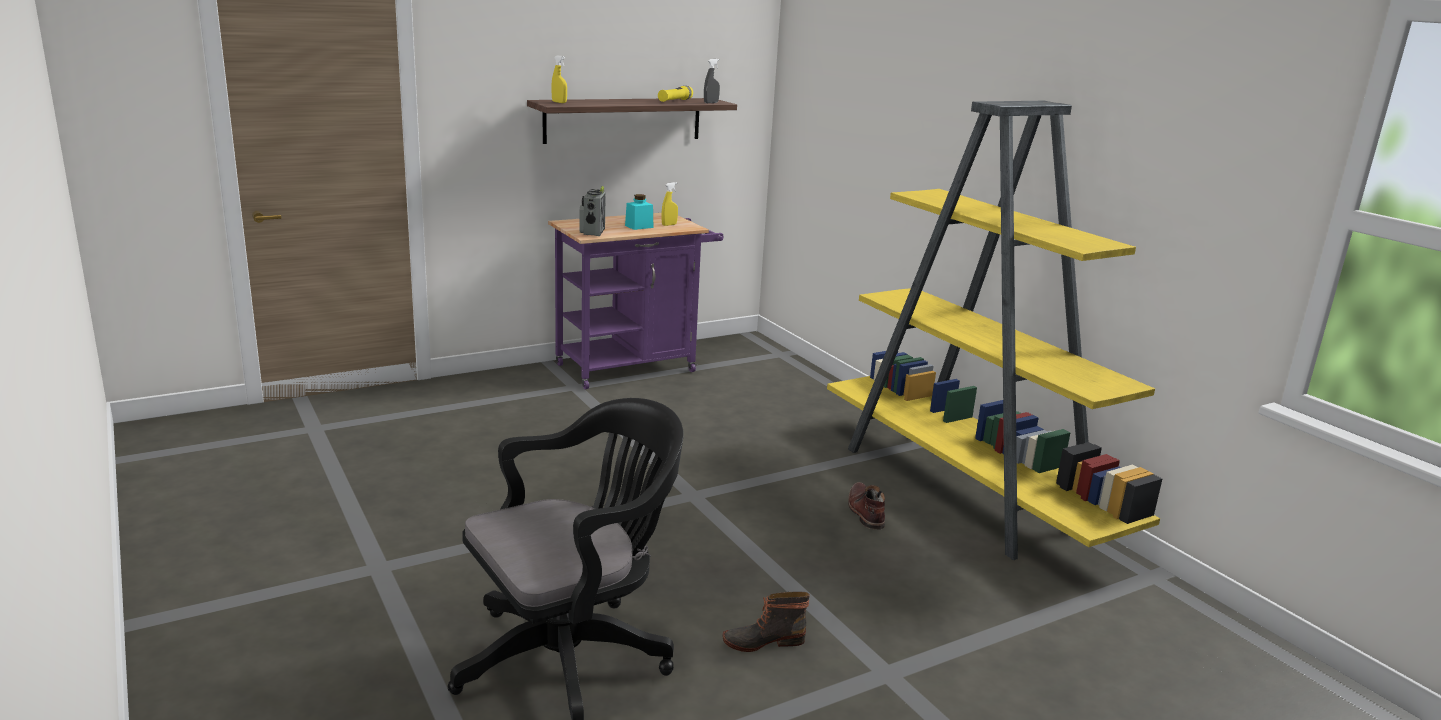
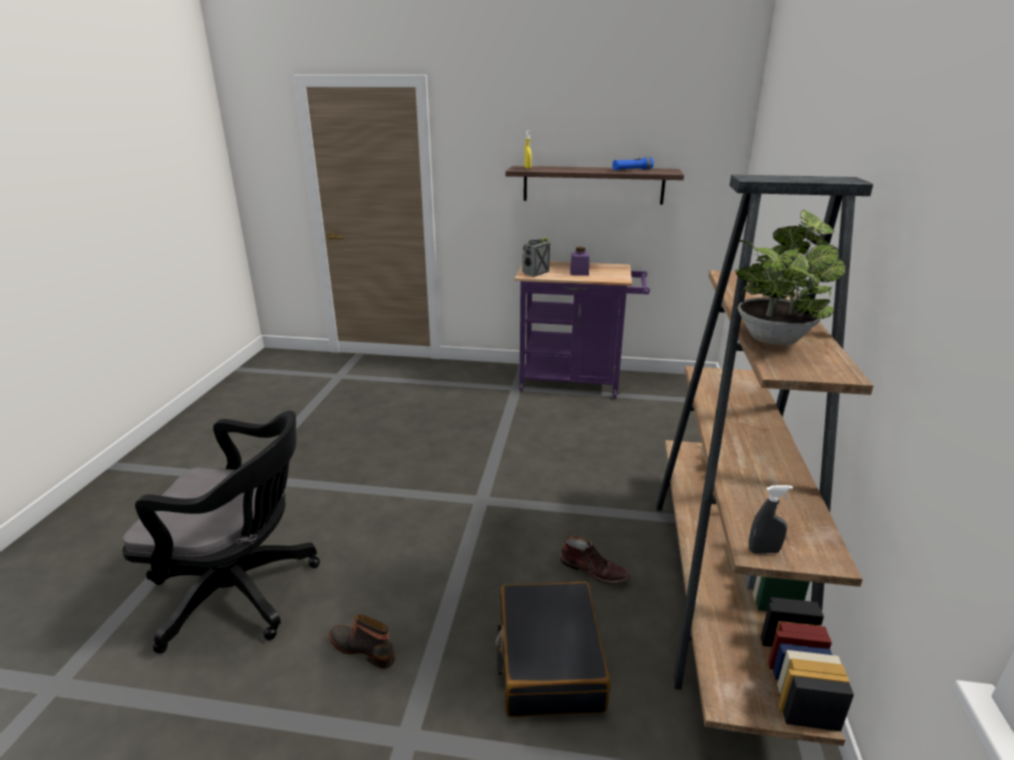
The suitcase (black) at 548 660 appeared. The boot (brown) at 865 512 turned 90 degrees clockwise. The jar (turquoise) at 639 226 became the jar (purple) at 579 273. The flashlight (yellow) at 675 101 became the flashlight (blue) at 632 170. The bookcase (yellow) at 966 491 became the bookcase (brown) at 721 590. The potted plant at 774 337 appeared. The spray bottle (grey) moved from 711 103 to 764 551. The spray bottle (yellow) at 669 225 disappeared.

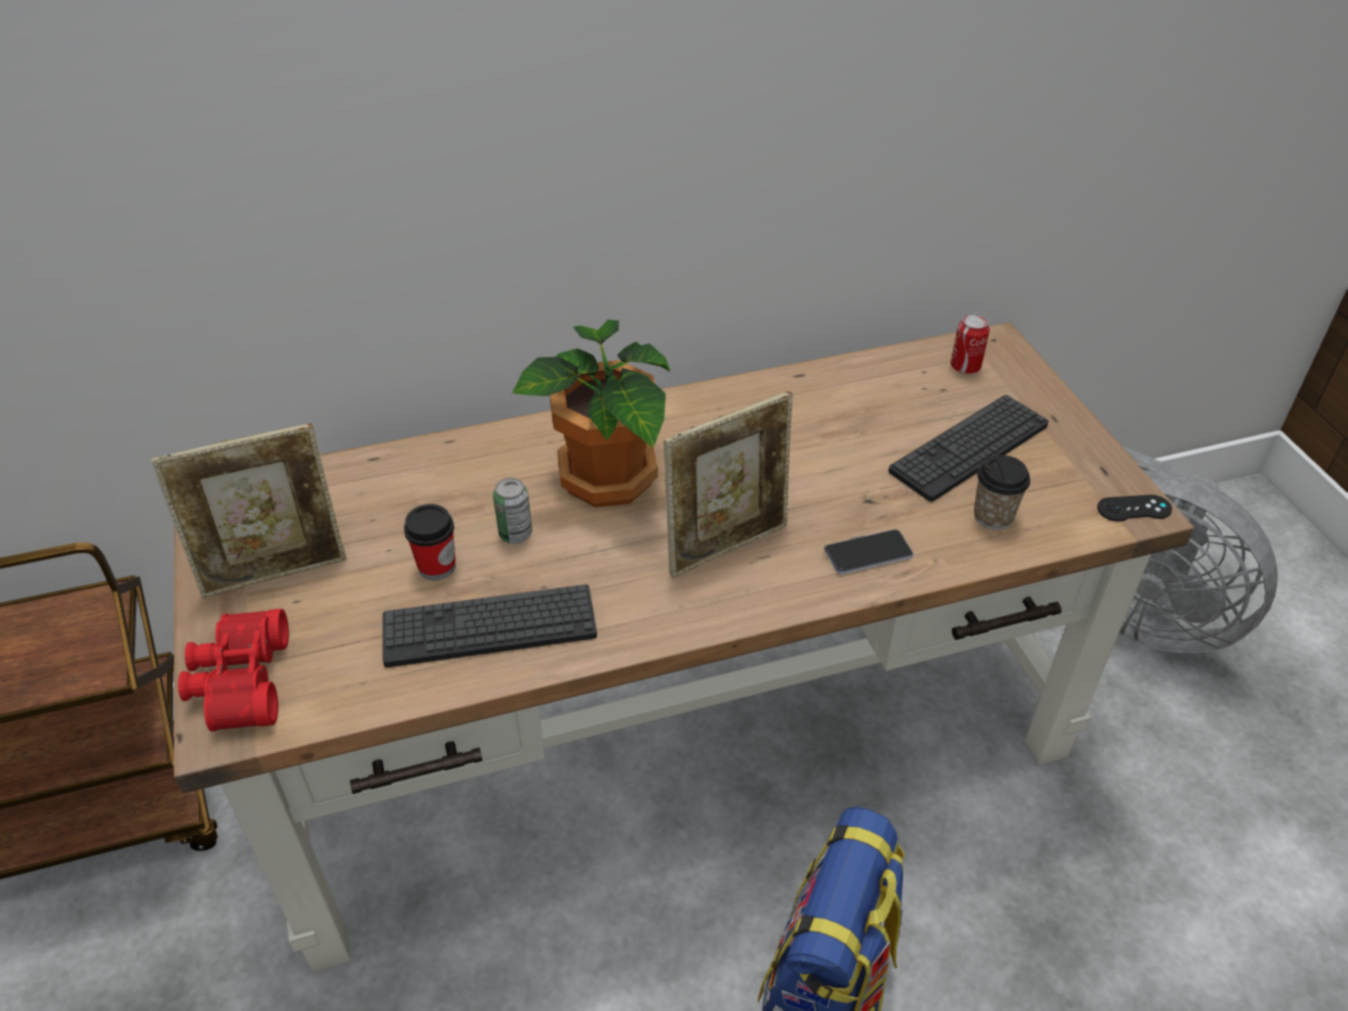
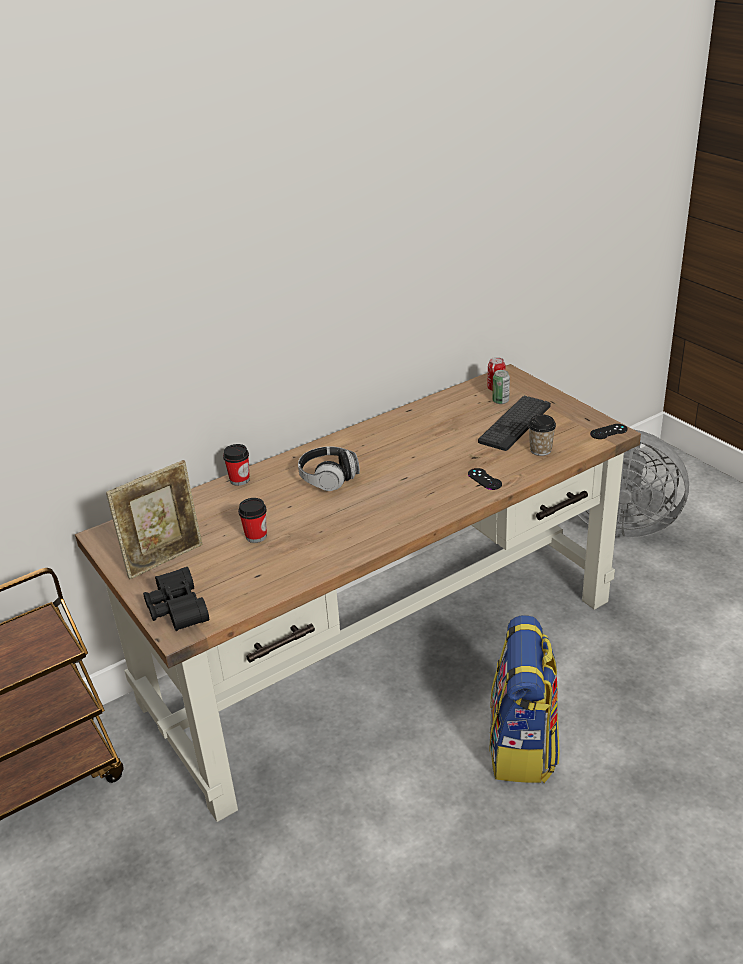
The binoculars (red) at 238 682 became the binoculars (black) at 175 609. The cup at 239 480 appeared. The potted plant at 607 480 was replaced by the headphones at 329 478. The phone at 868 553 was replaced by the game controller (black) at 484 479. The can moved from 515 534 to 500 401. The keyboard at 489 627 disappeared. The picture frame at 727 546 disappeared.

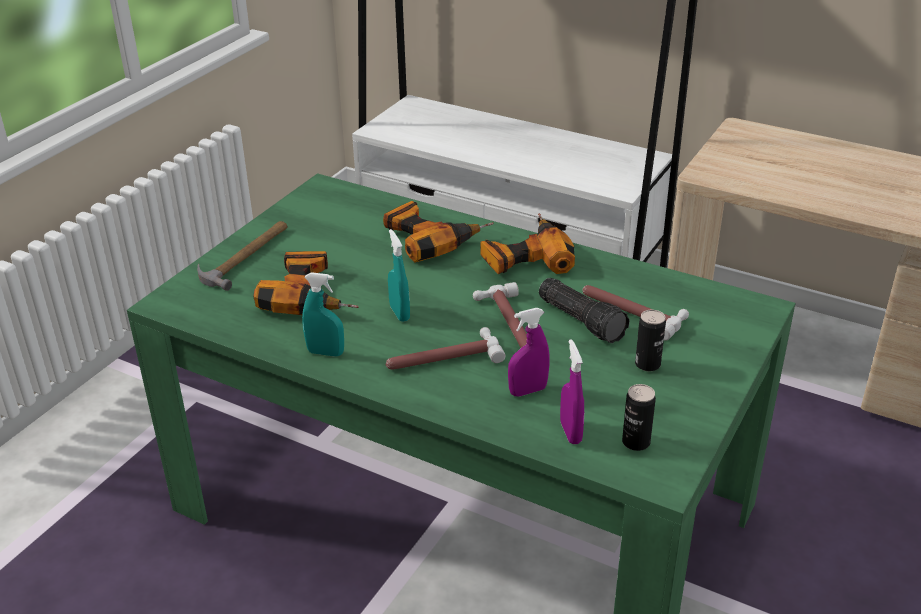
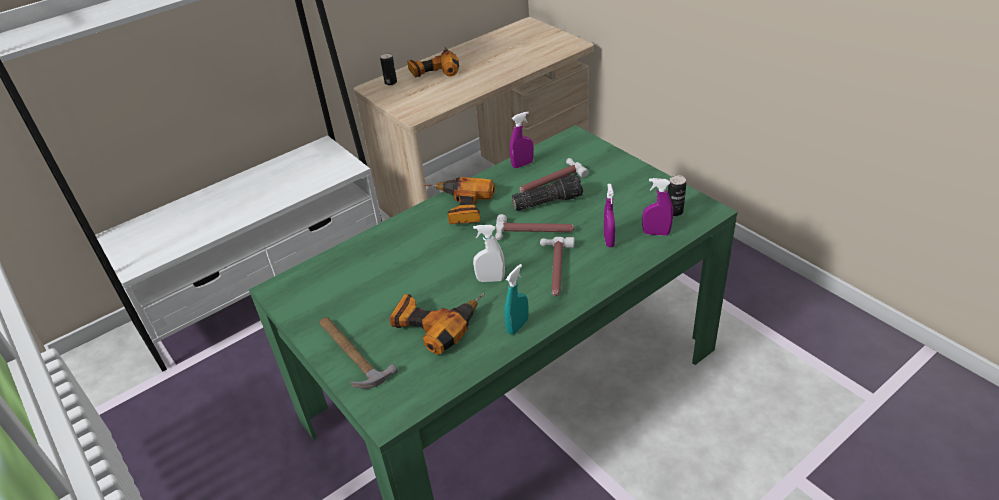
The can moved from 647 364 to 391 82. The power drill moved from 431 238 to 433 69. The spray bottle (turquoise) at 399 313 became the spray bottle (white) at 490 279. The spray bottle (purple) at 522 164 appeared.

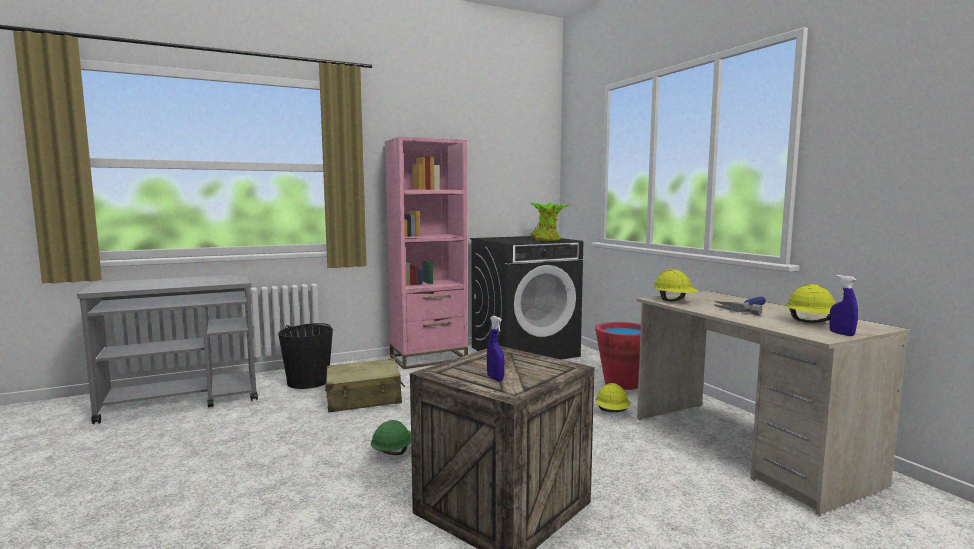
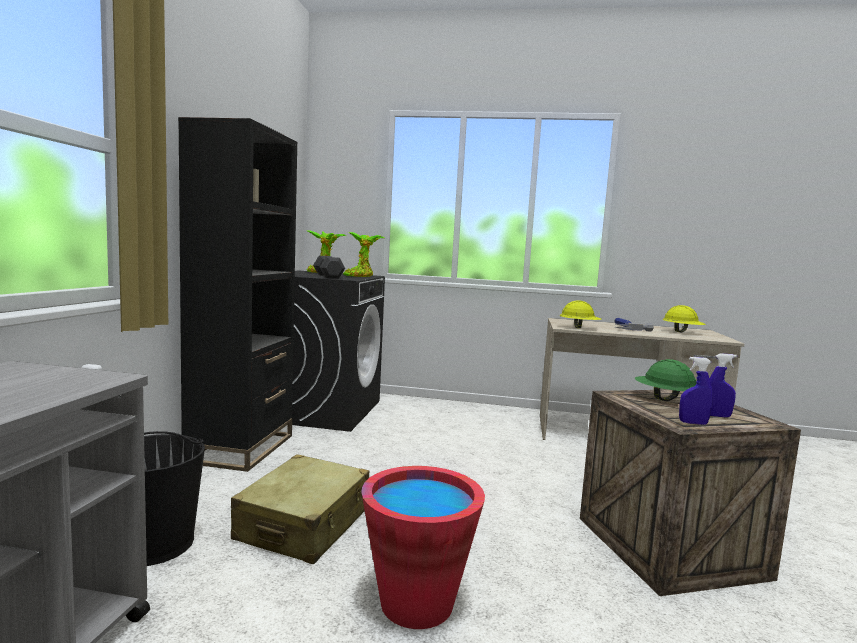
The bookcase (pink) at 428 358 became the bookcase (black) at 241 448. The dumbbell (grey) at 328 276 appeared. The bucket (red) moved from 622 383 to 416 603. The hard hat (green) moved from 392 452 to 663 399. The spray bottle (blue) moved from 841 334 to 693 423. The hard hat (yellow) at 612 412 disappeared.

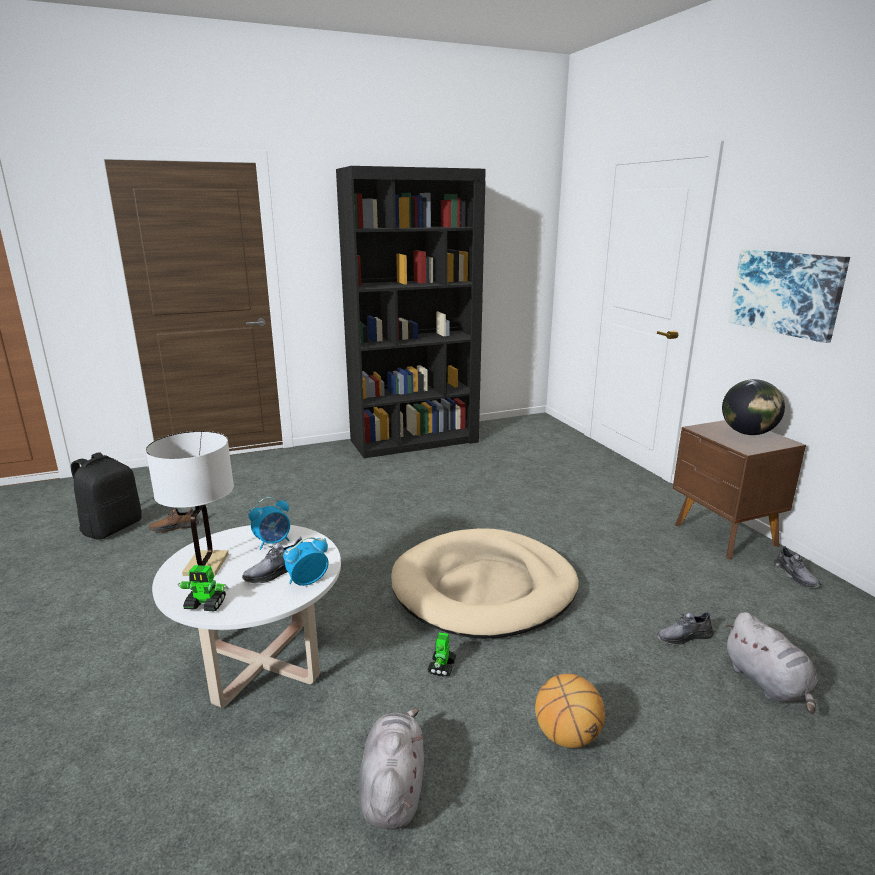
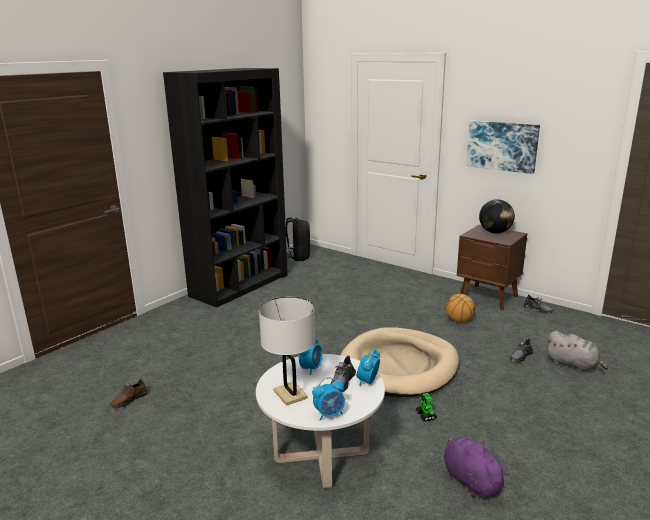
The backpack (black) moved from 112 528 to 298 257. The toy robot at 206 605 was replaced by the alarm clock at 329 414. The plush toy (grey) at 393 788 became the plush toy (purple) at 470 480. The basketball moved from 566 736 to 459 320.

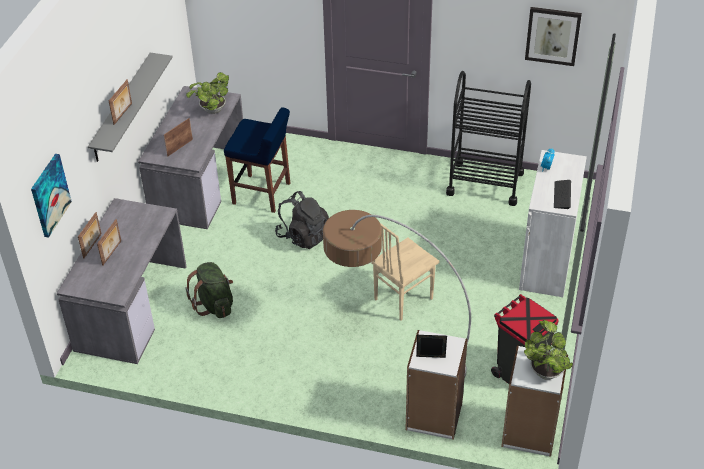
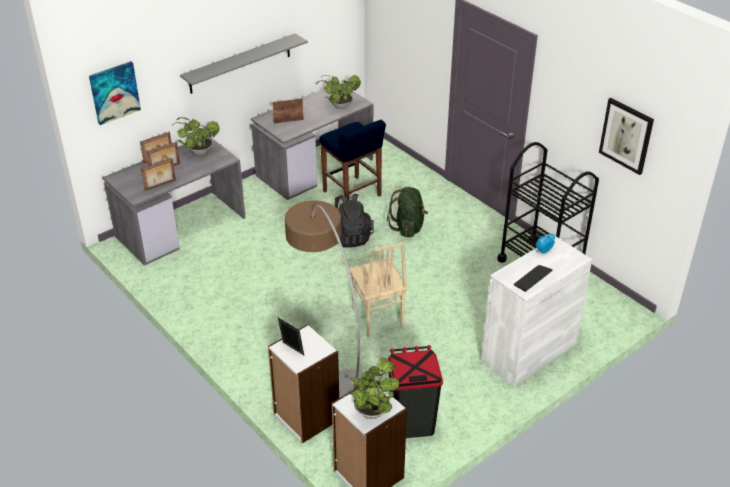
The picture frame moved from 123 114 to 160 185. The potted plant at 198 151 appeared. The chair (beige) at 402 298 turned 105 degrees counterclockwise. The backpack (green) moved from 214 305 to 408 227.

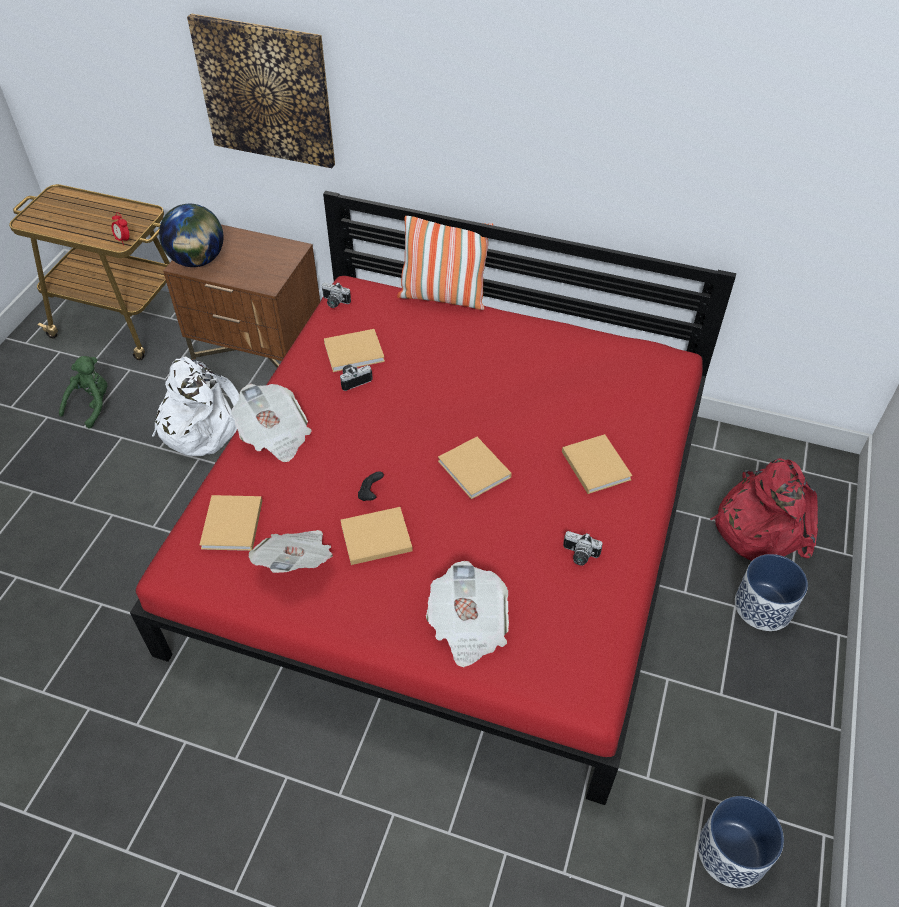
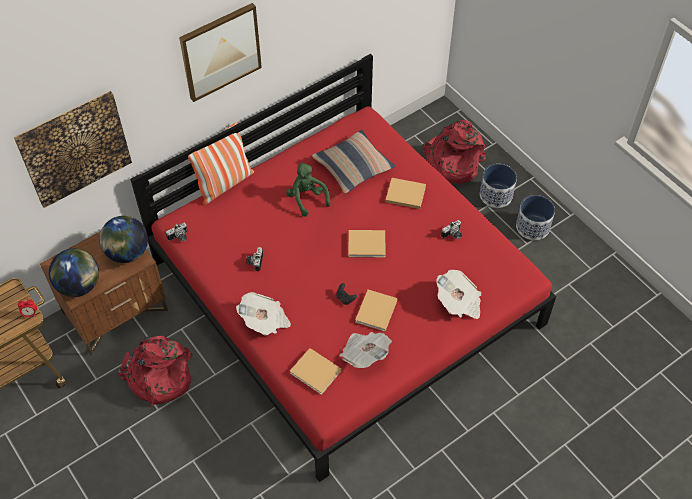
The globe at 127 253 appeared. The backpack (white) at 202 425 became the backpack (red) at 159 377. The picture at 220 51 appeared. The plush toy (green) moved from 92 405 to 307 198. The pillow at 353 167 appeared. The planter moved from 732 853 to 533 227. The book (beige) at 356 352 disappeared.

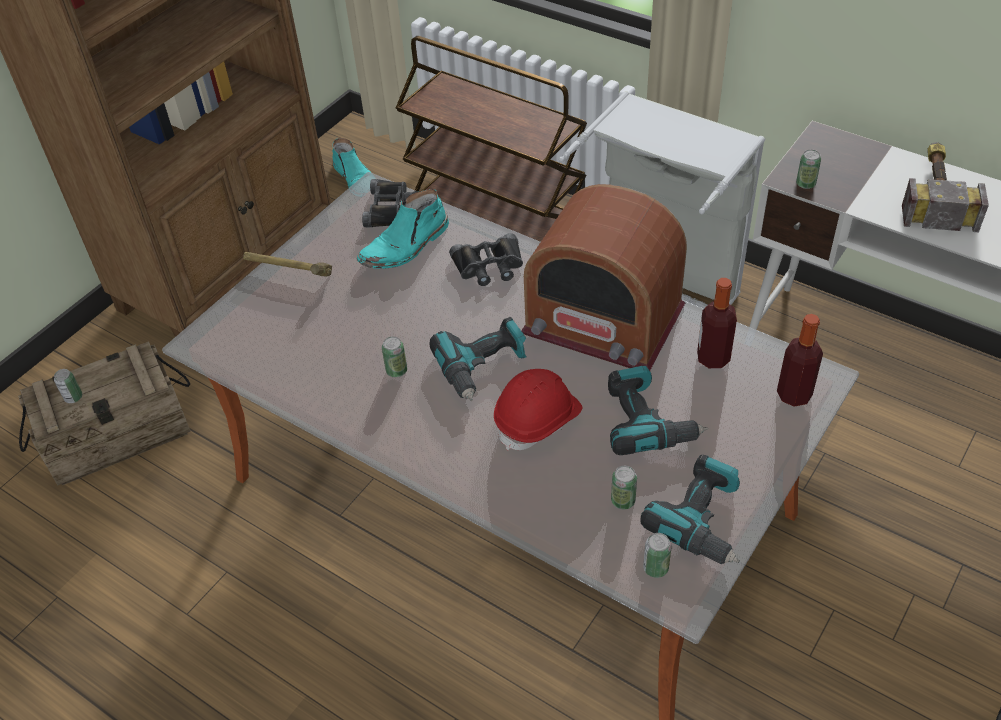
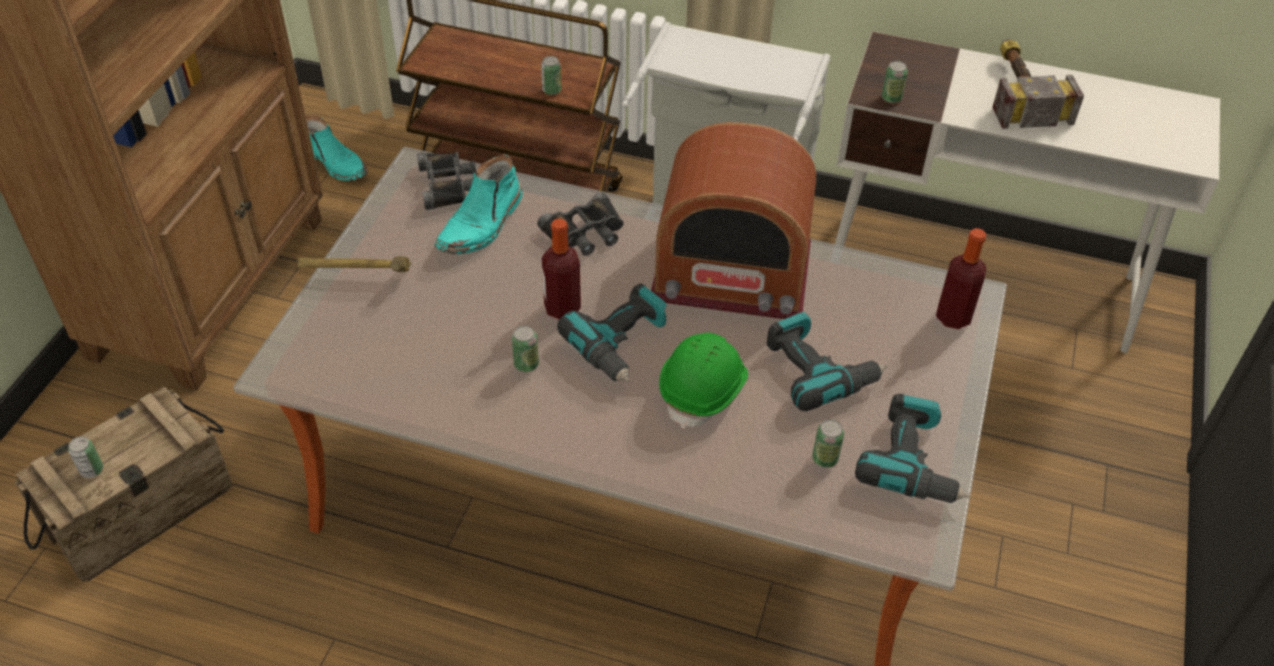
The can moved from 655 568 to 551 90. The bottle moved from 713 358 to 562 308. The hard hat (red) at 538 420 became the hard hat (green) at 704 390.

